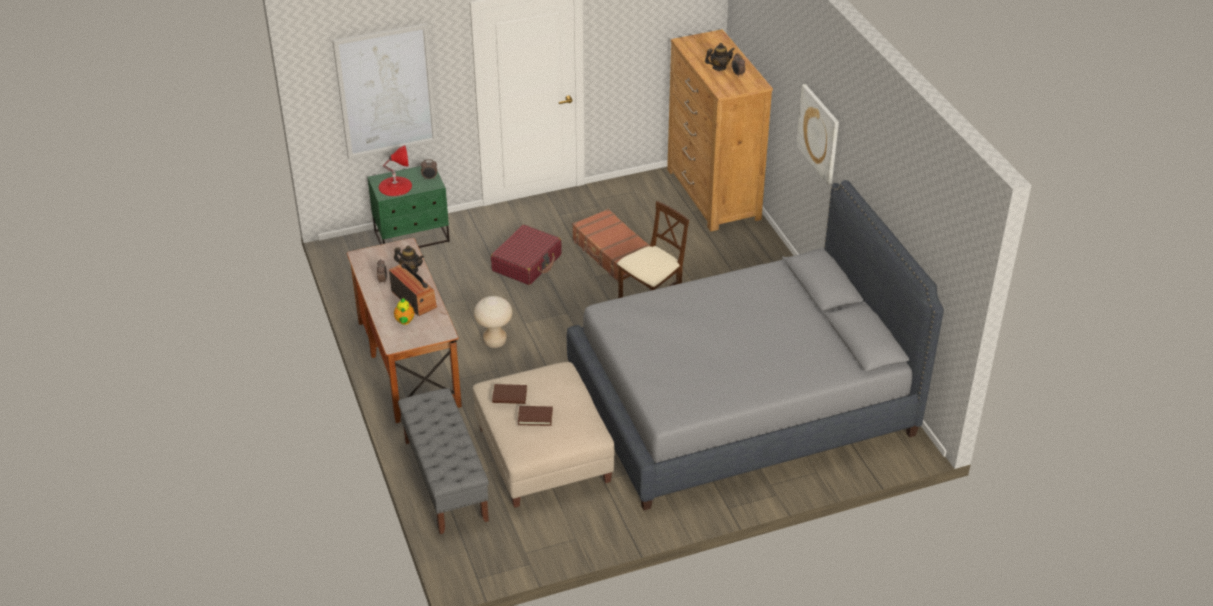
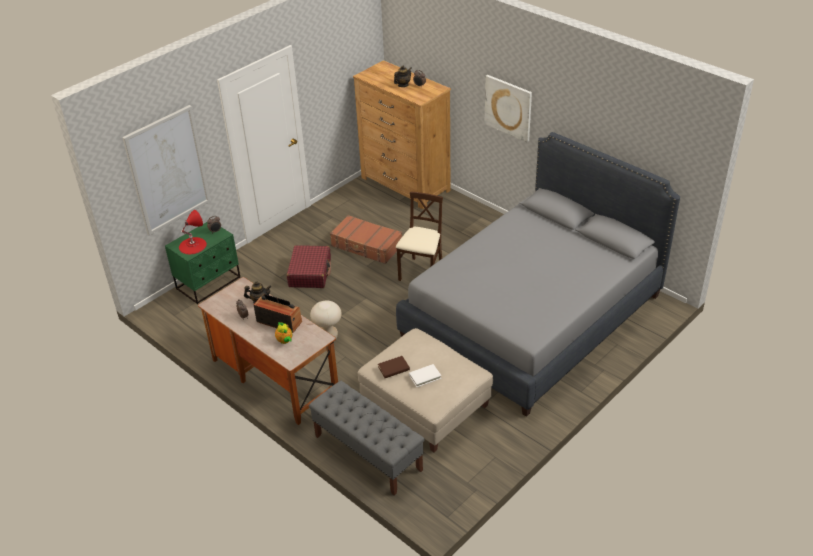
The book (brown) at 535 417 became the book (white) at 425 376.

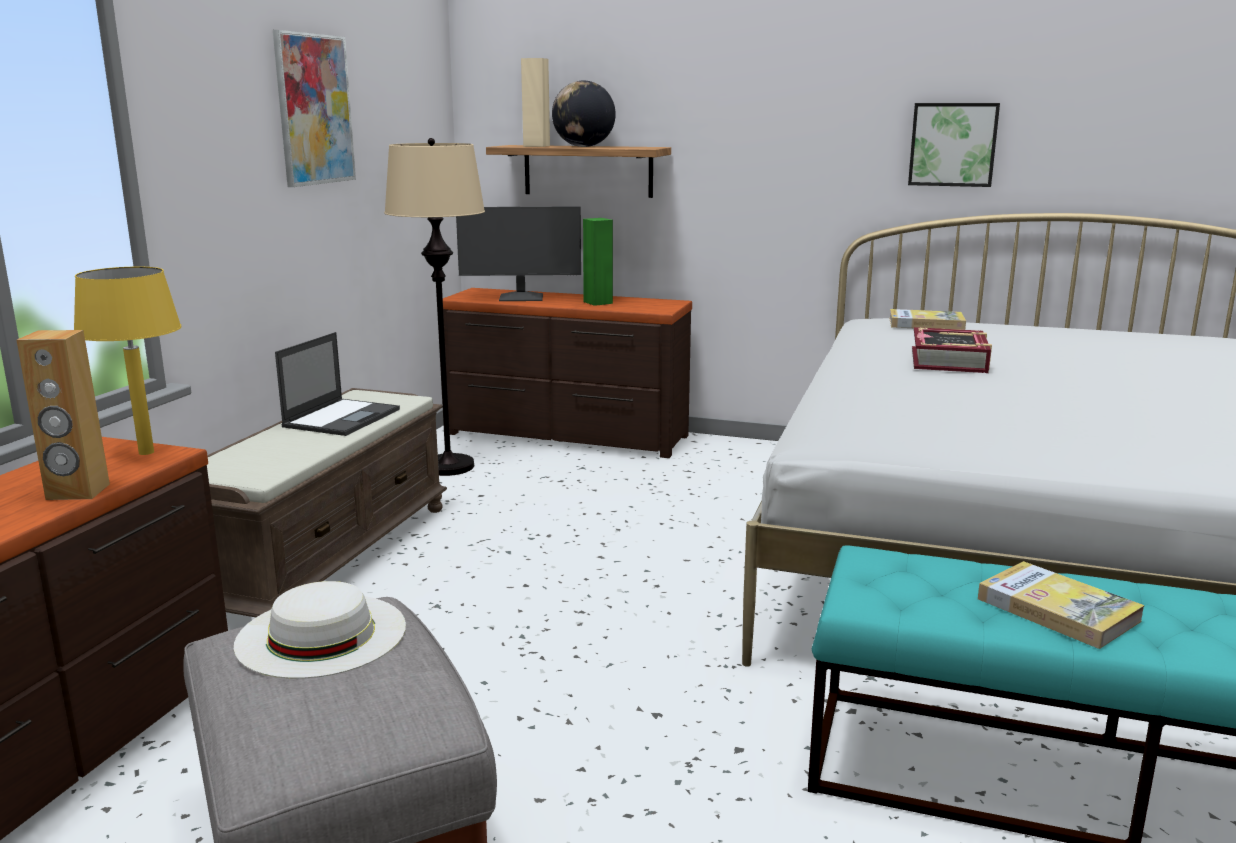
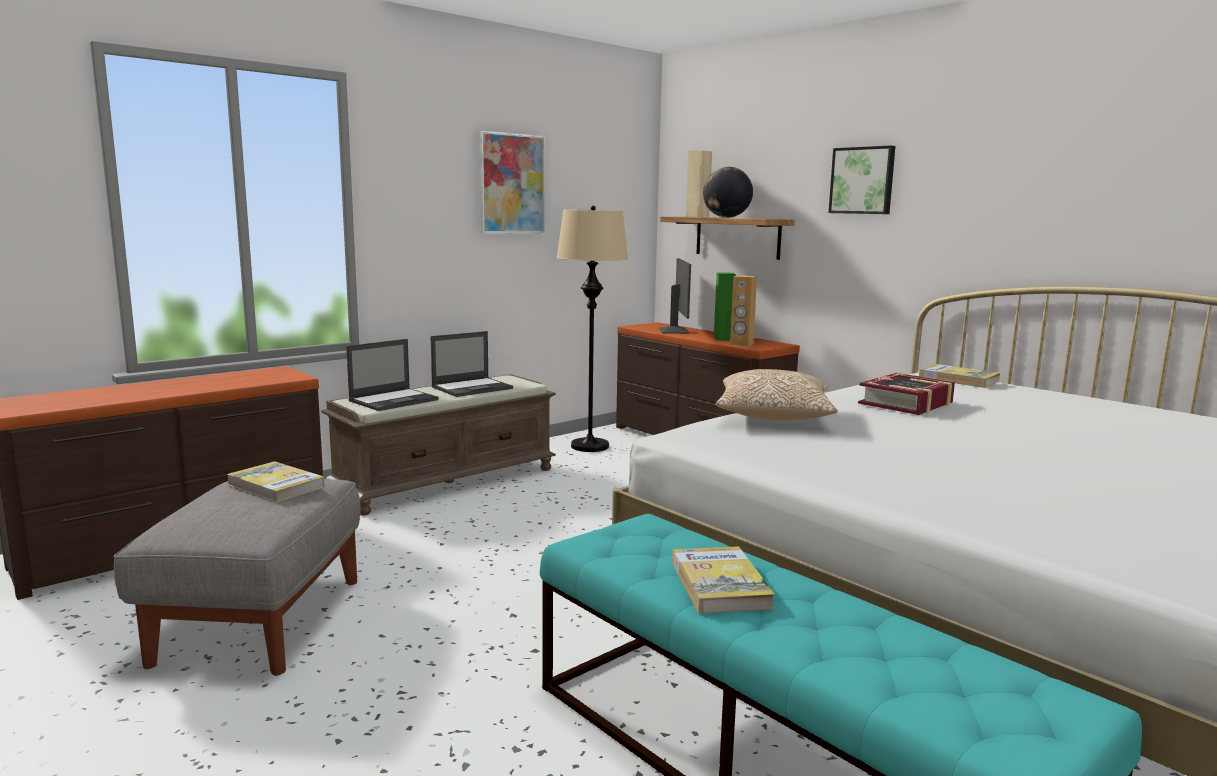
The hat (white) at 321 635 was replaced by the book at 276 486. The laptop at 394 400 appeared. The monitor at 521 298 turned 120 degrees counterclockwise. The pillow at 773 417 appeared. The speaker (brown) moved from 77 492 to 741 344. The picture moved from 953 144 to 863 180. The table lamp (yellow) at 145 452 disappeared.

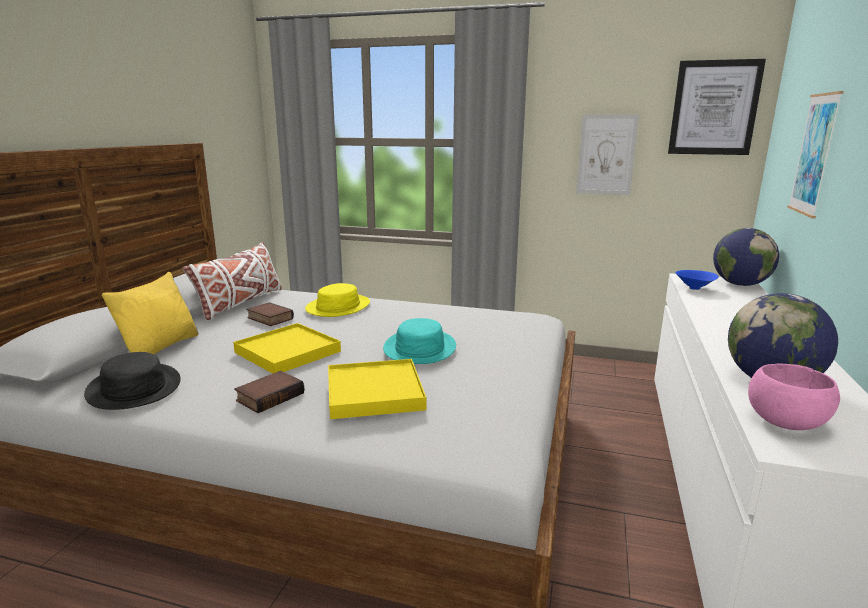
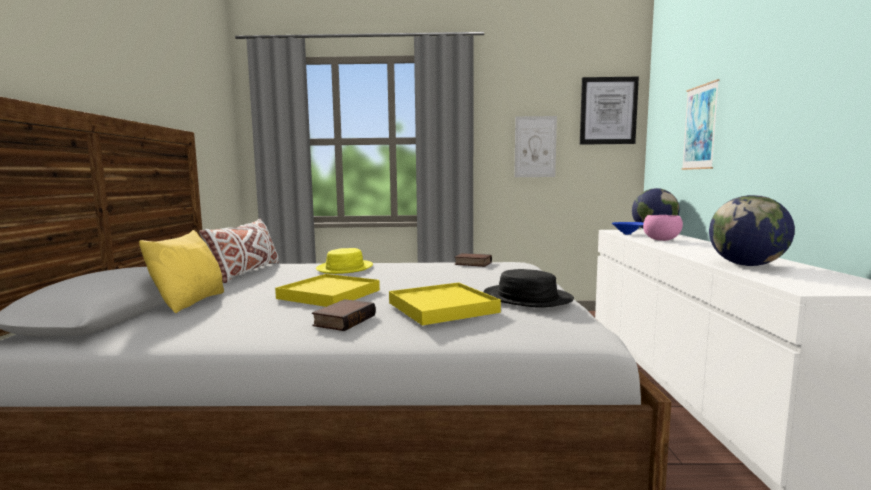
The book moved from 269 318 to 472 263. The hat (black) moved from 134 388 to 527 297. The bowl (pink) moved from 784 422 to 661 240. The hat (turquoise) at 419 348 disappeared.

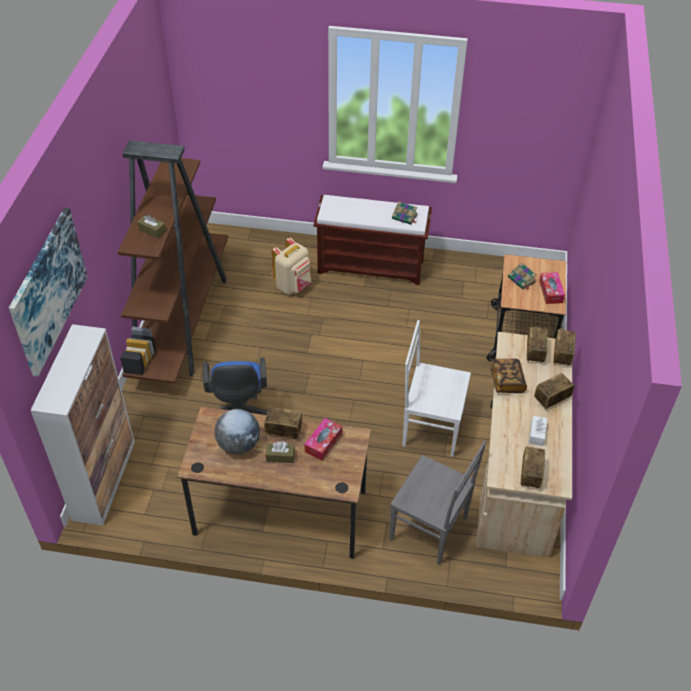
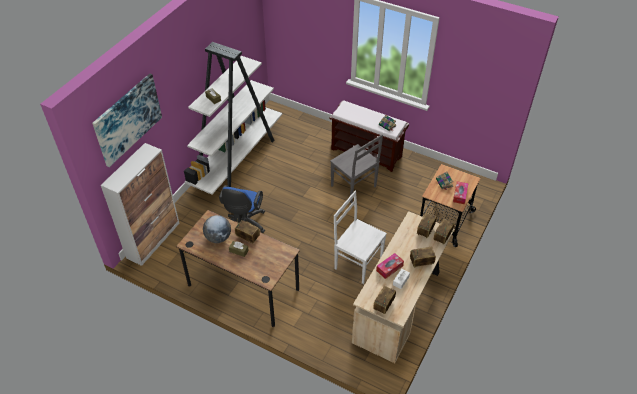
The bookcase (brown) at 182 320 became the bookcase (white) at 237 158. The chair (grey) moved from 430 530 to 354 187. The tissue box moved from 323 443 to 389 268. The backpack (beige) at 293 286 disappeared. The book at 507 381 disappeared.

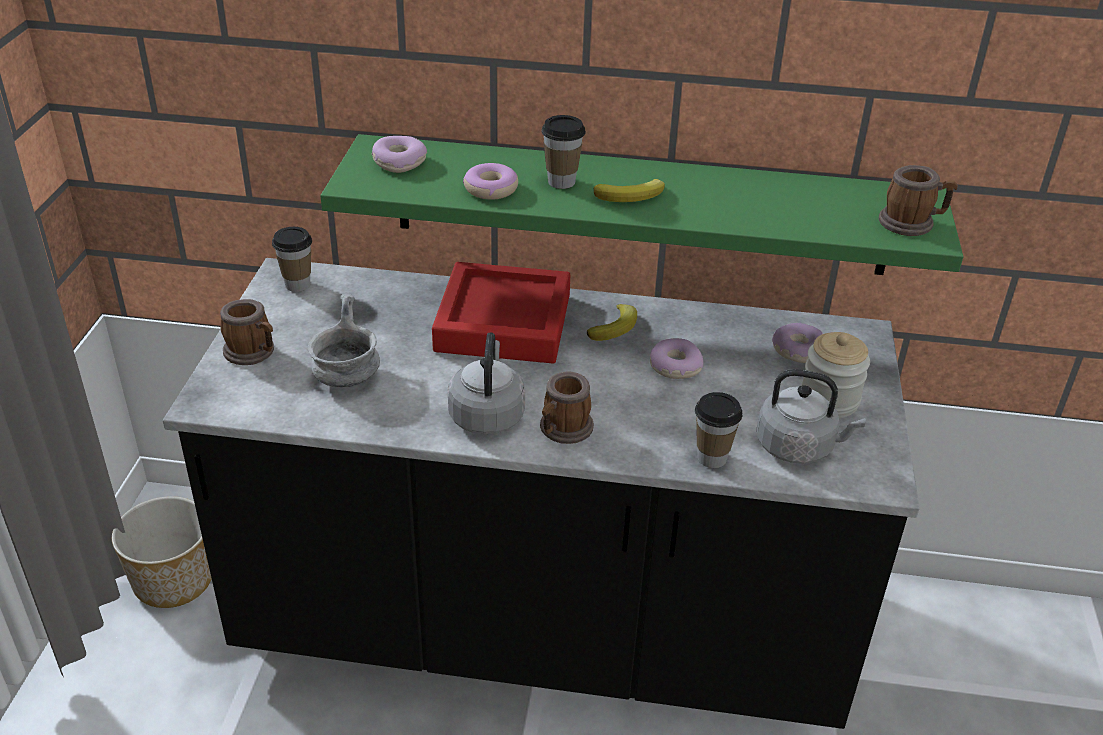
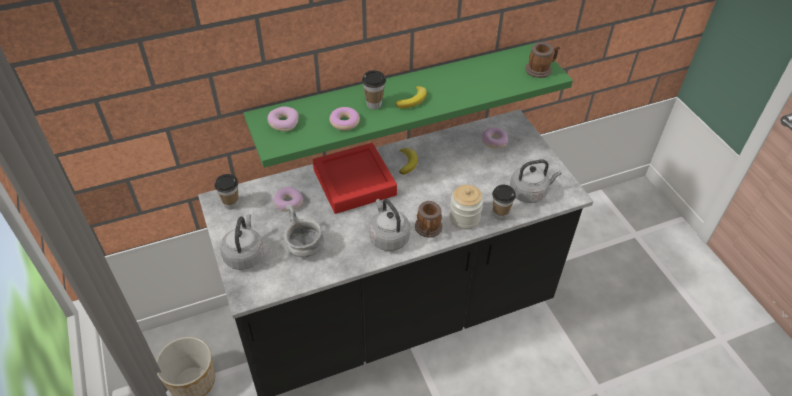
The mug at 253 353 was replaced by the kettle (grey) at 244 255. The donut moved from 674 366 to 288 203. The jar moved from 829 400 to 464 218.

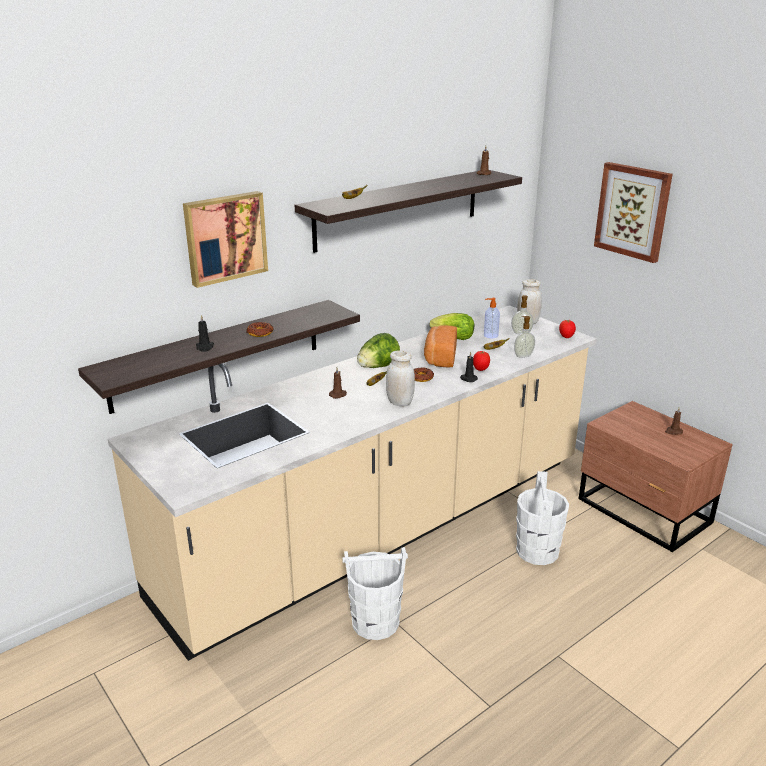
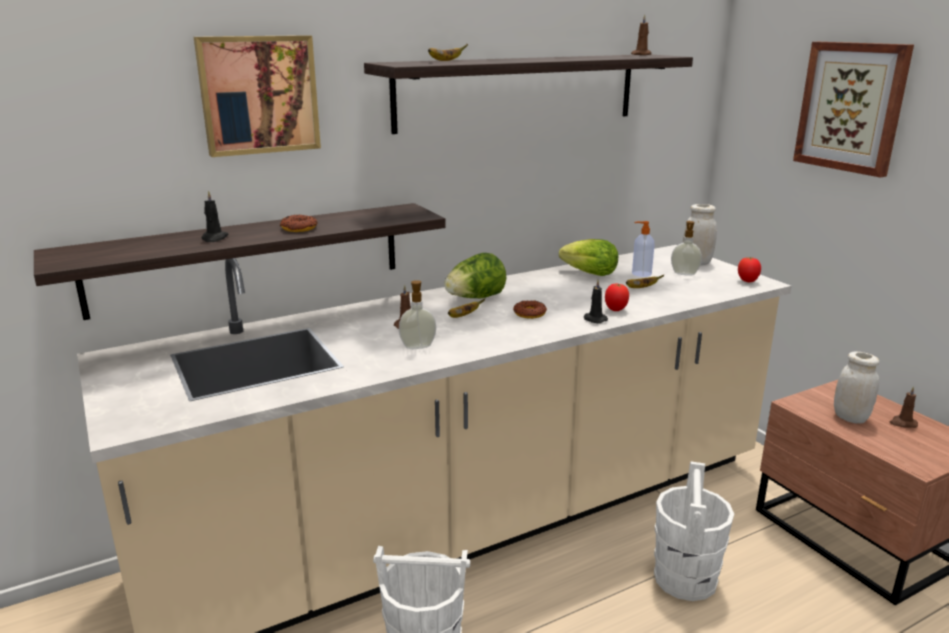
The soap dispenser moved from 523 355 to 417 346. The jar (white) moved from 400 402 to 850 418. The bread at 439 358 disappeared.

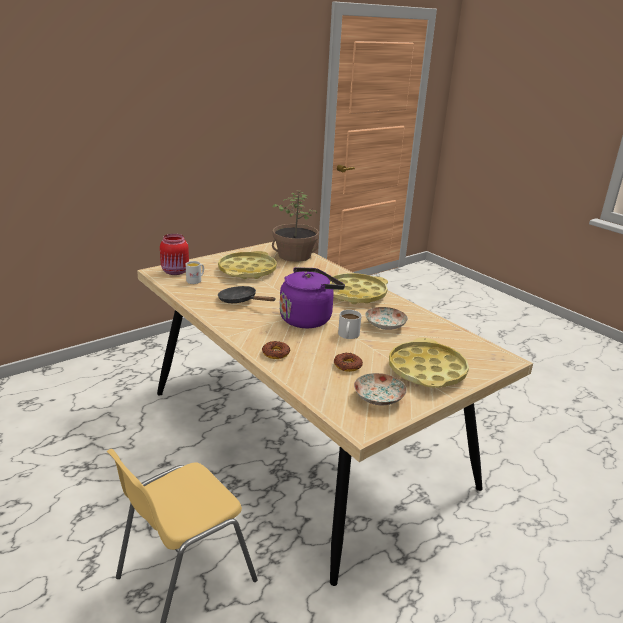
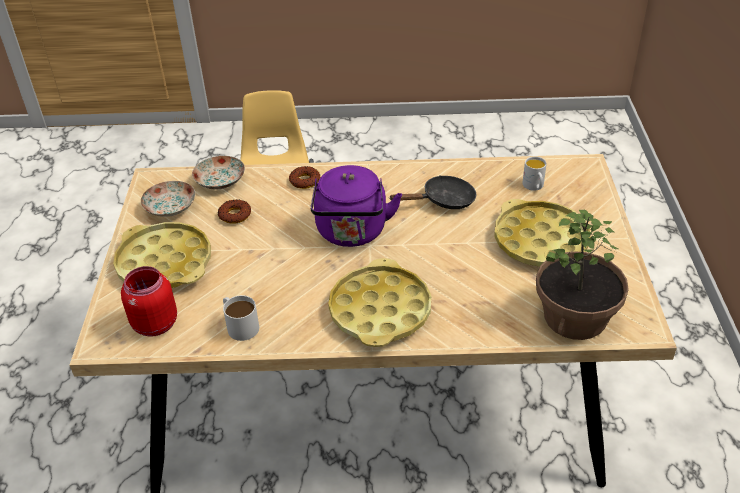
The jar (red) moved from 176 272 to 154 324. The plate moved from 385 325 to 220 181. The mug (white) moved from 348 336 to 239 325.

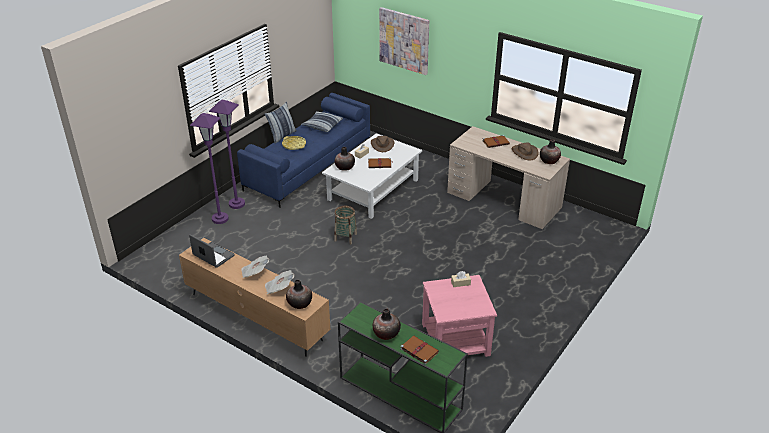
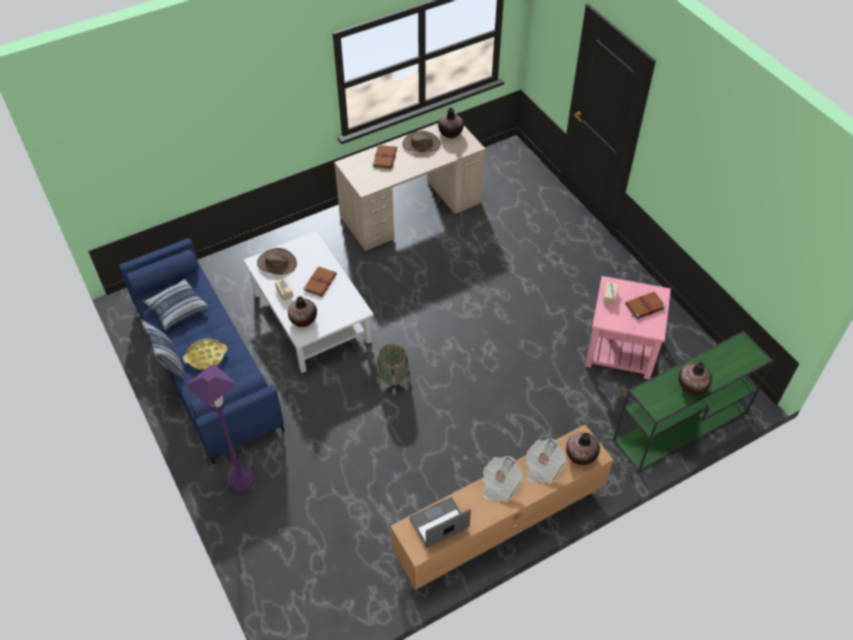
The book (brown) moved from 418 350 to 644 306. The floor lamp (purple) at 220 219 disappeared. The picture at 404 40 disappeared.

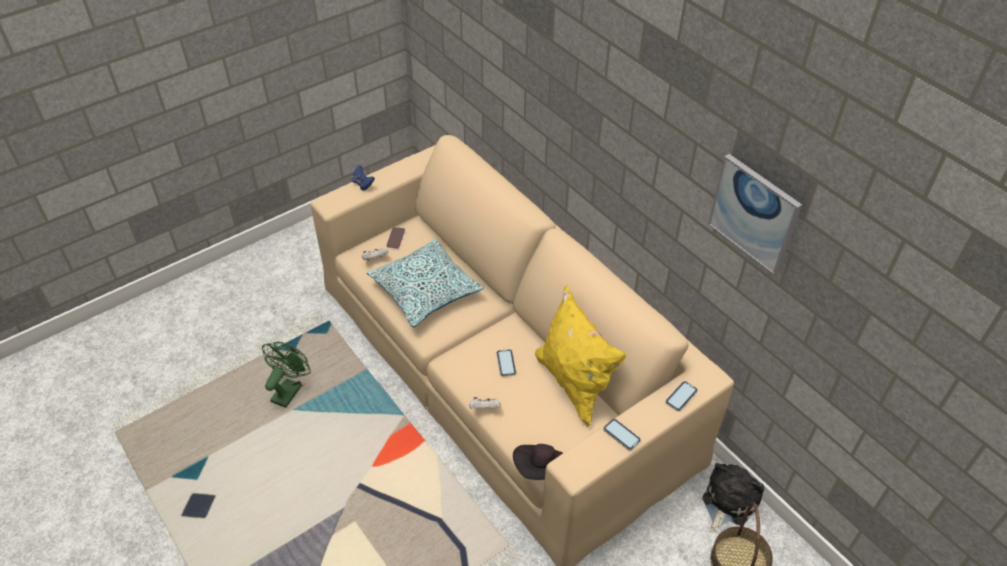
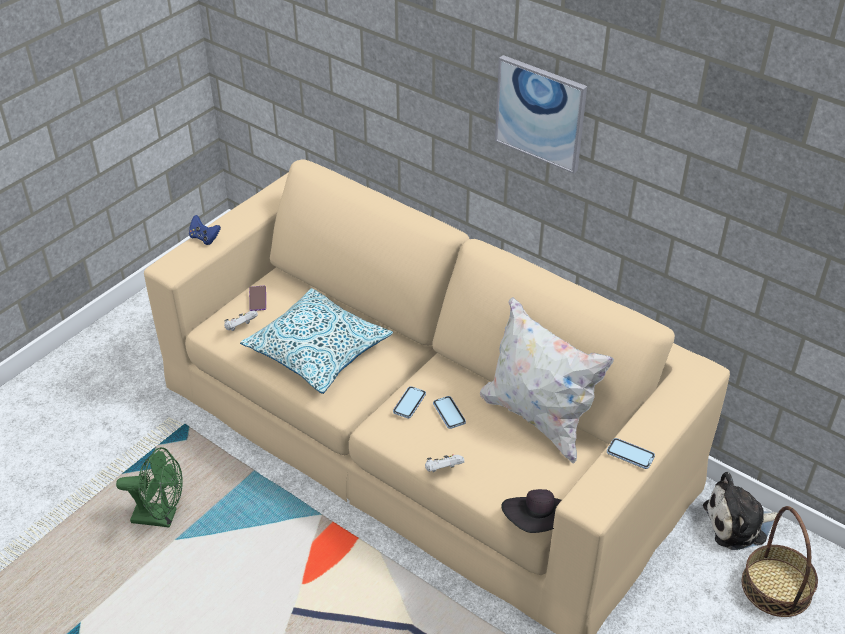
The fan (green) at 289 389 turned 90 degrees clockwise. The phone moved from 681 397 to 409 403. The pillow (yellow) at 574 384 became the pillow (white) at 538 419. The picture moved from 754 213 to 540 113. The plush toy at 728 501 turned 120 degrees counterclockwise.

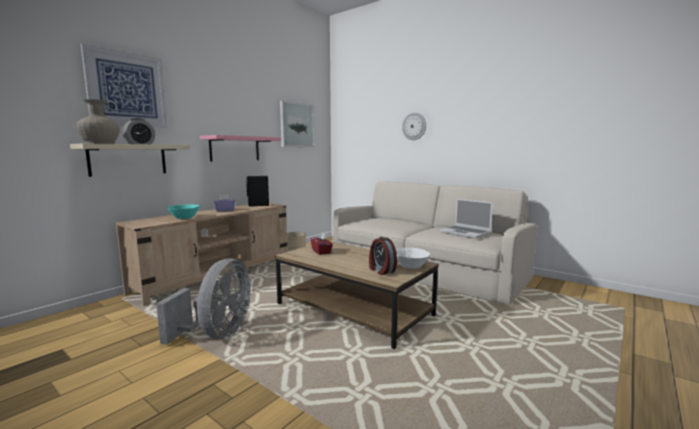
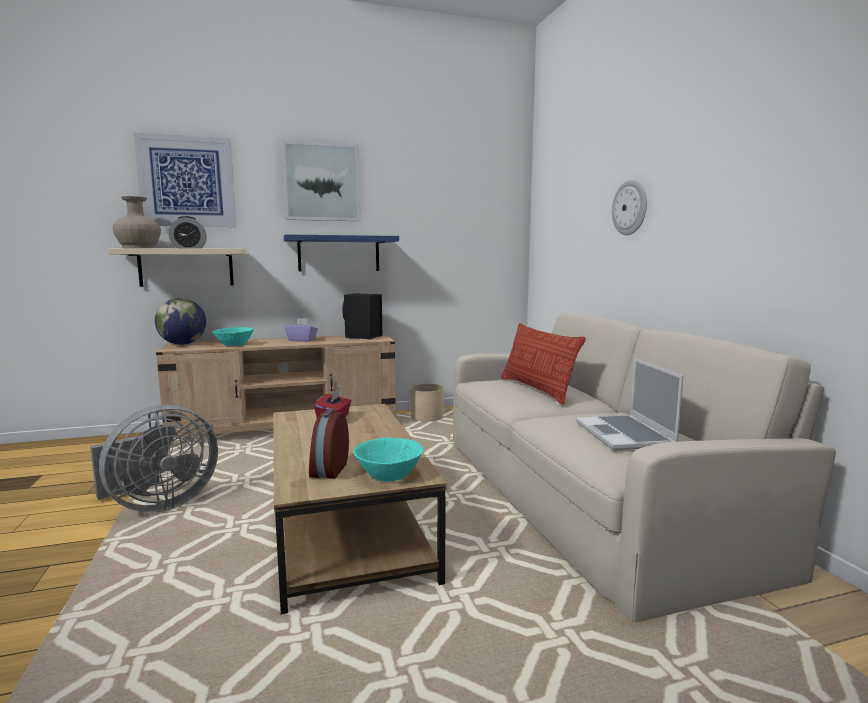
The globe at 182 344 appeared. The picture moved from 297 125 to 321 182. The shelf (pink) at 235 148 became the shelf (blue) at 339 254. The bowl (white) at 411 266 became the bowl (turquoise) at 388 475. The pillow at 537 389 appeared.

